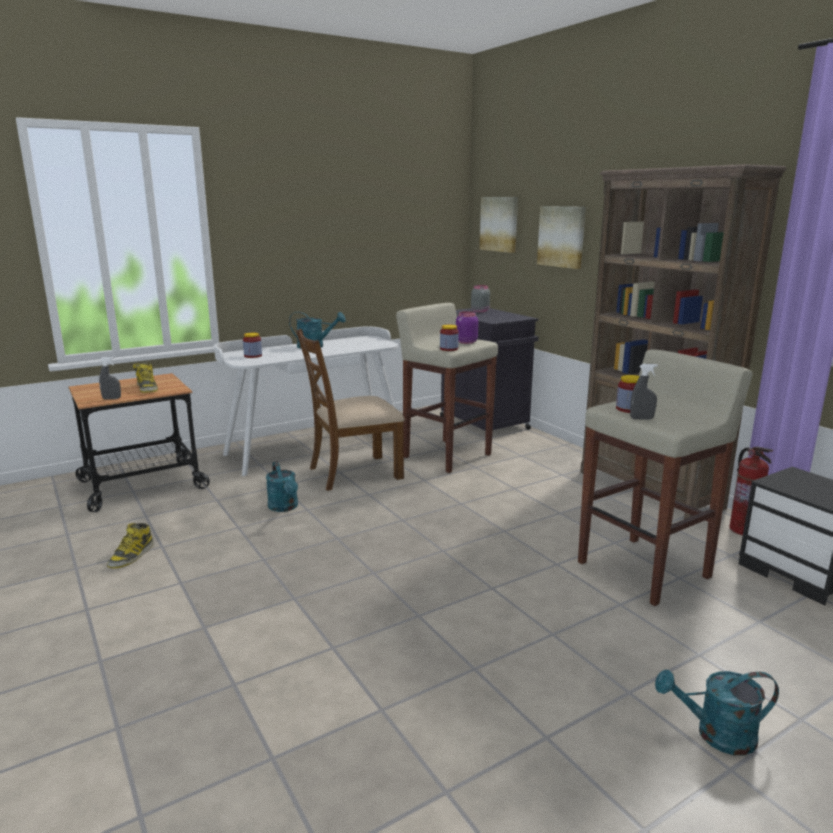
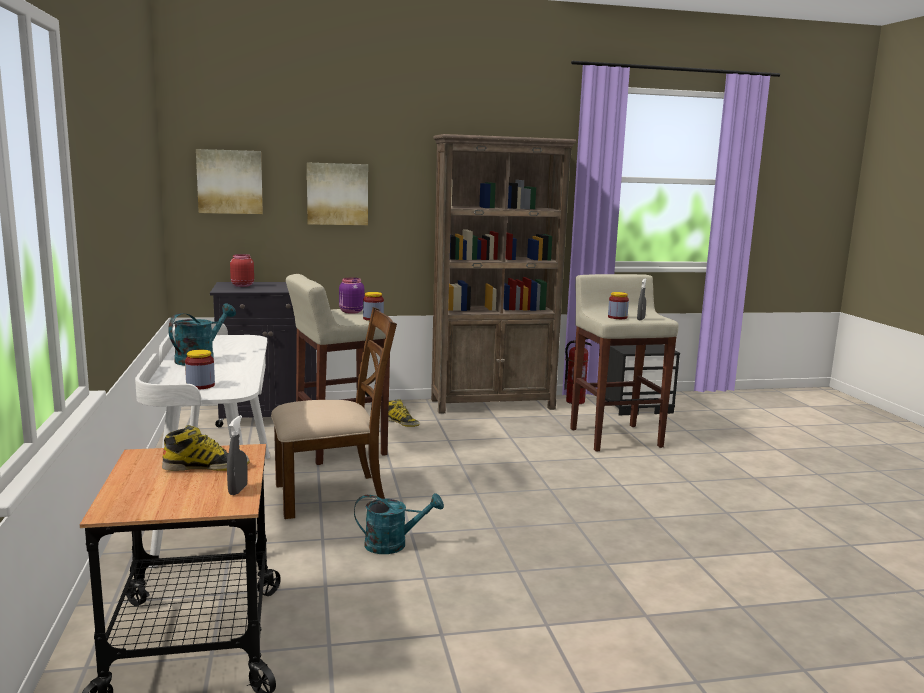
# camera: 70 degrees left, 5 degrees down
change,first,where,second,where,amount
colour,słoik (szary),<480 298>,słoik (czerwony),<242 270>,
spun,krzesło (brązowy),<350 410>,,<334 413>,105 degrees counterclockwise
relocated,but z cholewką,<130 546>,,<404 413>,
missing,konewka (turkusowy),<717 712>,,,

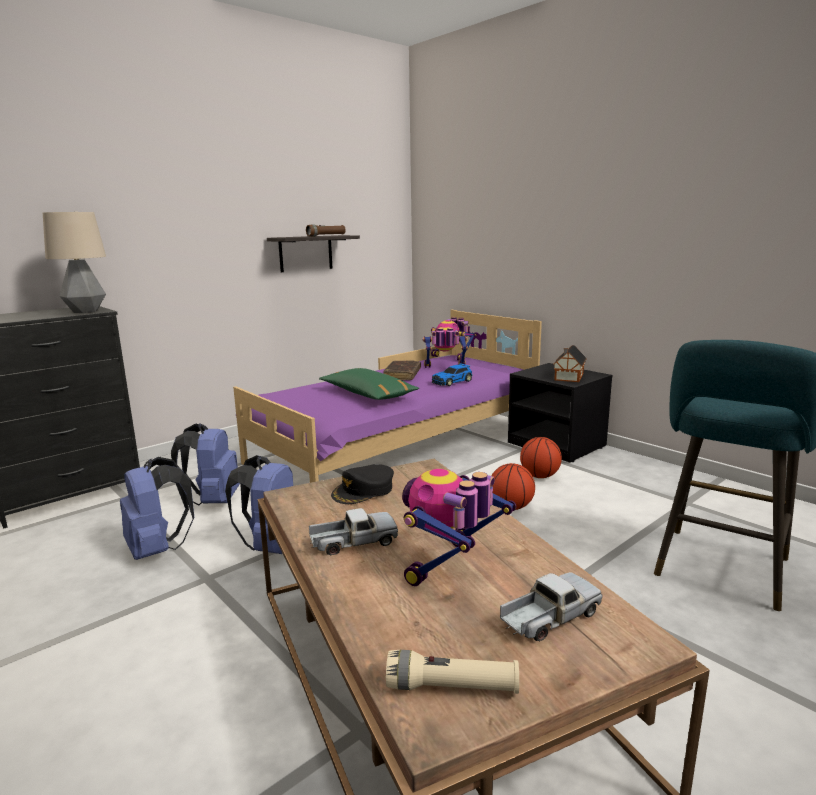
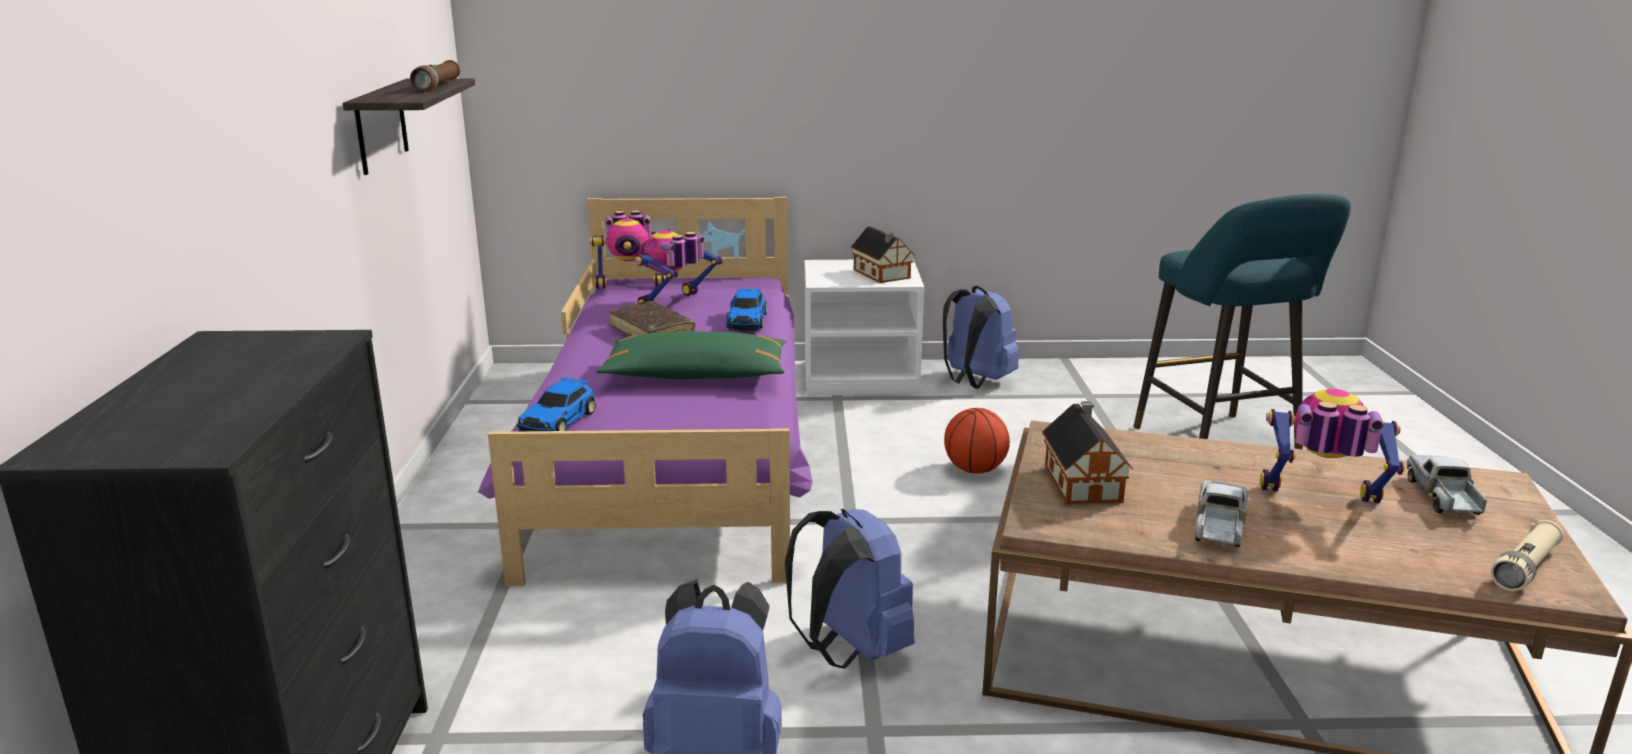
# camera: 50 degrees left, 5 degrees up
change,first,where,second,where,amount
appeared,,,samochodzik,<556 404>,
colour,szafka nocna (czarny),<560 413>,szafka nocna (biały),<864 327>,
relocated,plecak (niebieski),<205 464>,,<981 337>,
exchanged,czapka z daszkiem (czarny),<362 484>,domek,<1087 453>,
spun,robot zabawkowy,<459 527>,,<1332 446>,120 degrees clockwise
missing,lampa stołowa,<74 262>,,,
missing,piłka do koszykówki,<541 457>,,,

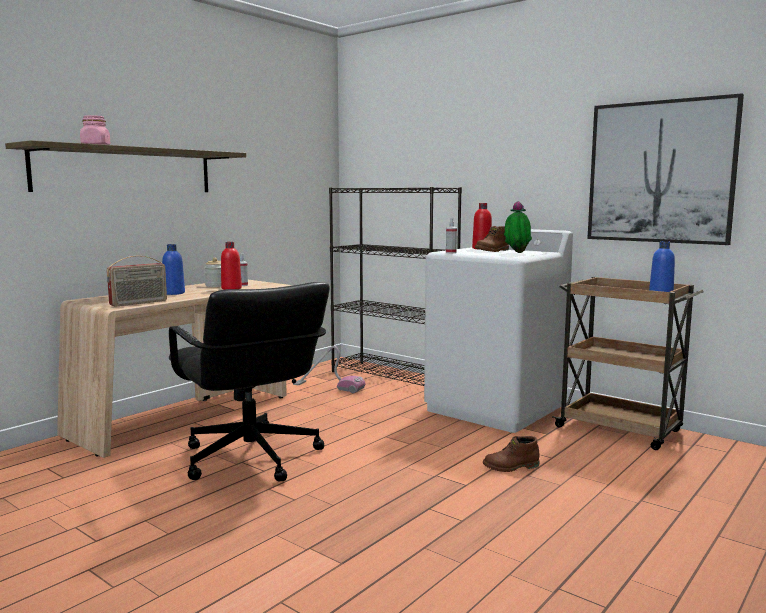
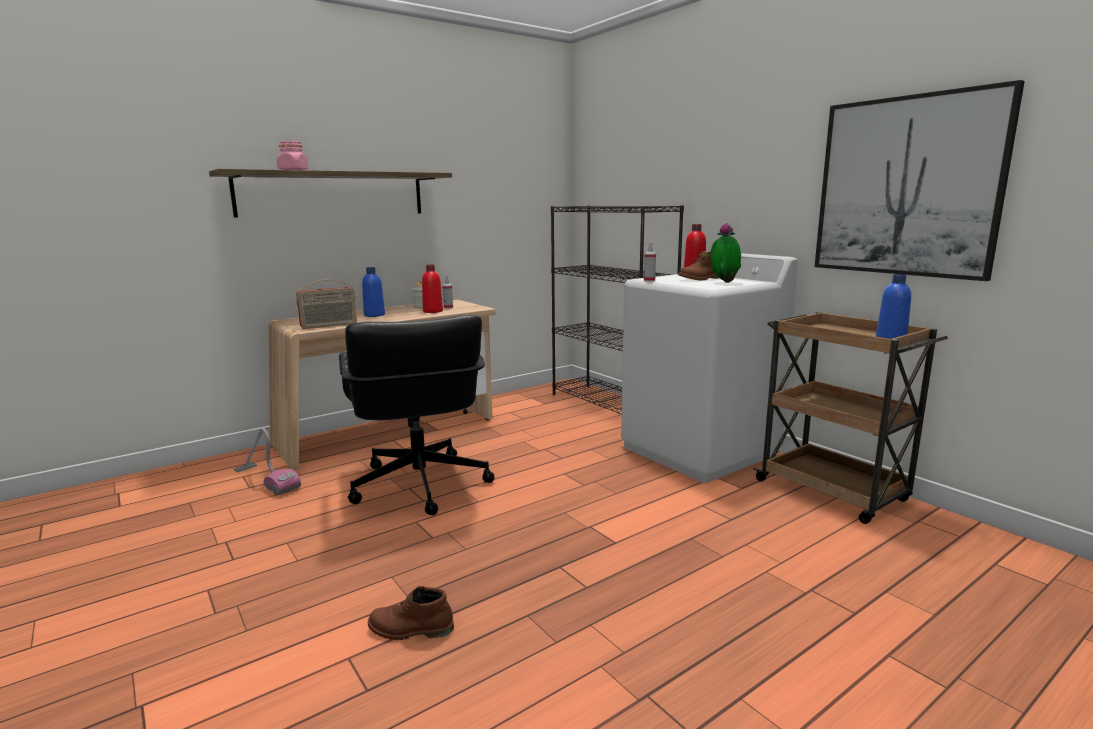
# camera: 15 degrees right, 5 degrees up
change,first,where,second,where,amount
relocated,odkurzacz,<329 369>,,<267 462>,
relocated,but z cholewką (brązowy),<511 454>,,<411 613>,

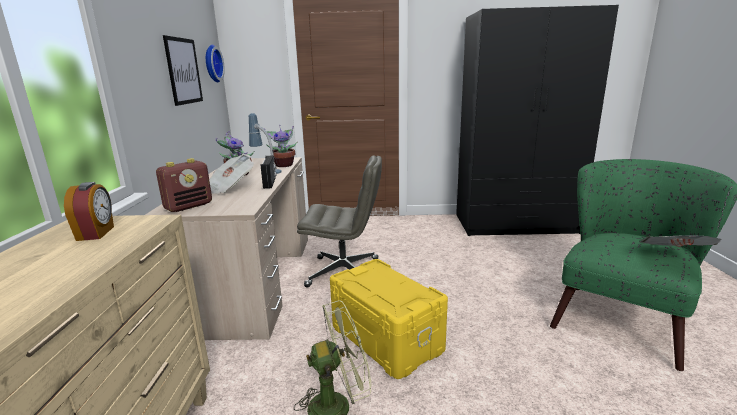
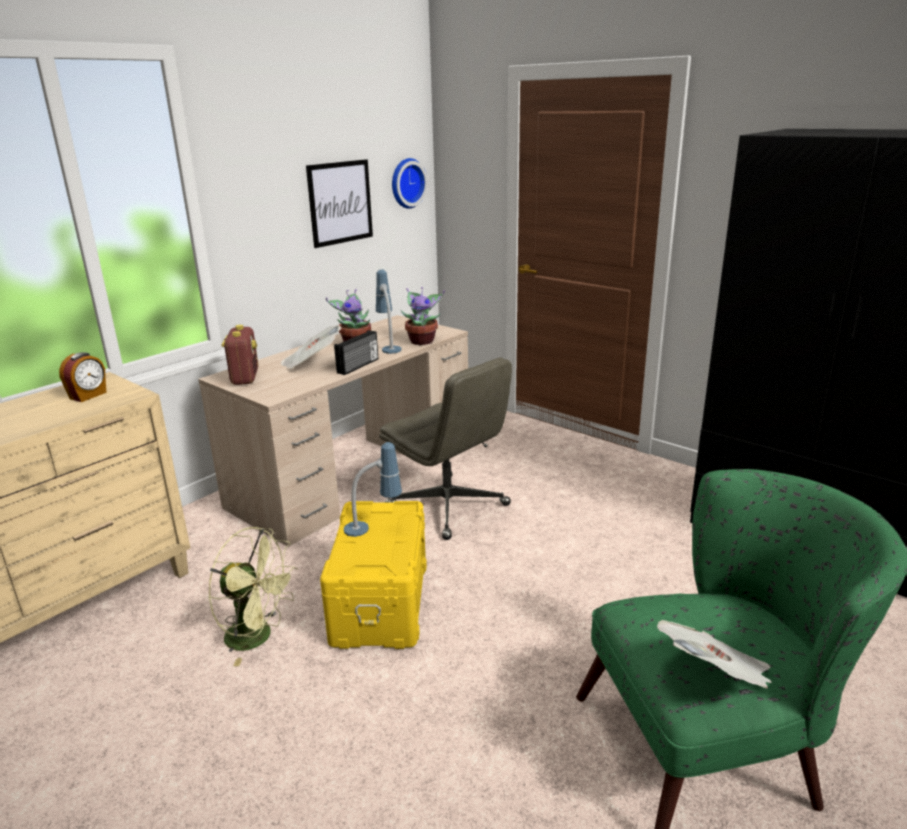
# camera: 40 degrees right, 5 degrees up
change,first,where,second,where,amount
spun,radio,<184 185>,,<239 355>,90 degrees counterclockwise
appeared,,,lampa stołowa,<373 489>,

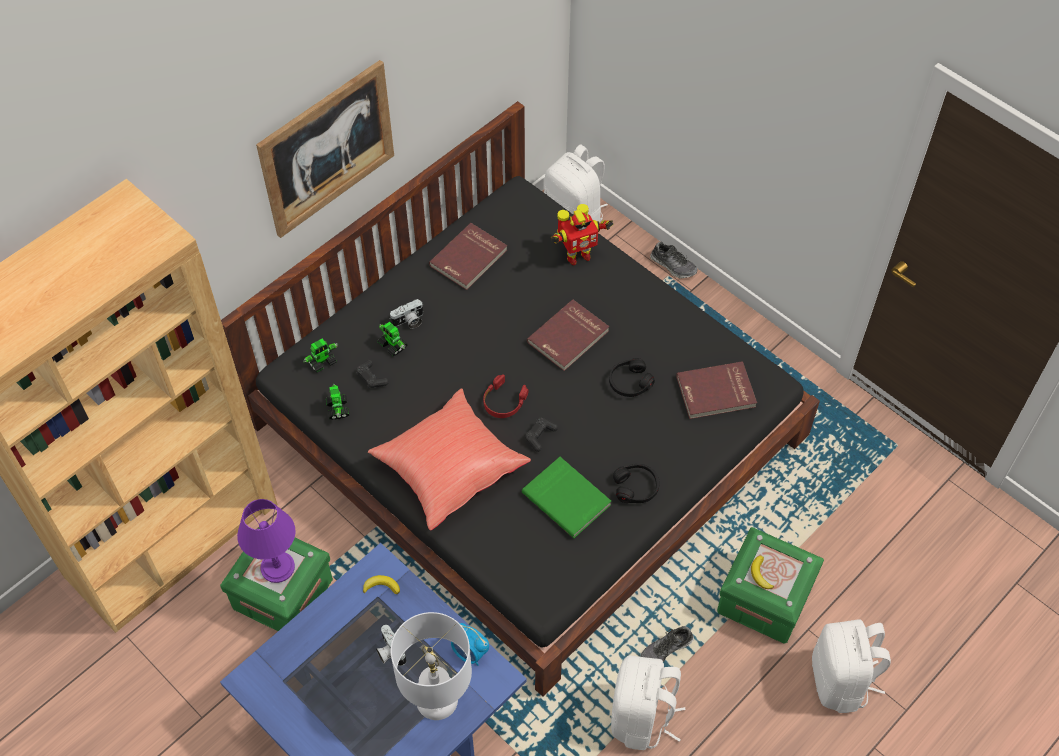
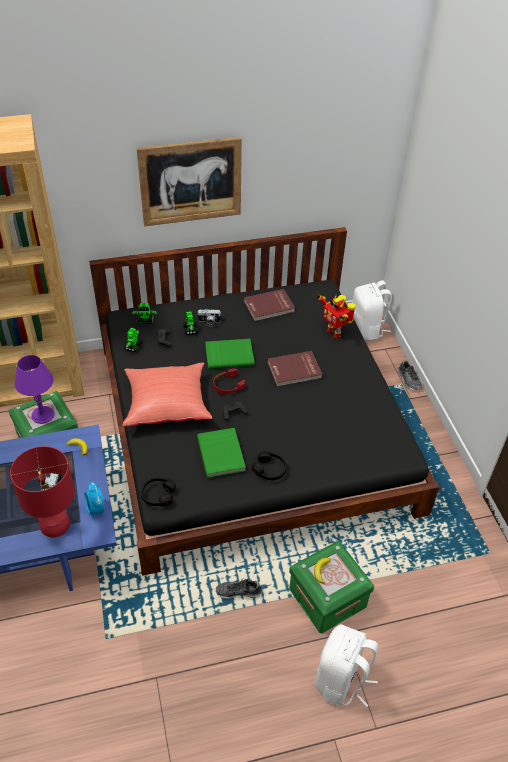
# camera: 30 degrees right, 10 degrees down
change,first,where,second,where,amount
colour,lampa stołowa (biały),<431 666>,lampa stołowa (czerwony),<42 491>,
relocated,słuchawki (czarny),<632 377>,,<158 491>,
appeared,,,książka (zielony),<230 354>,
spun,robot zabawkowy,<581 234>,,<336 316>,45 degrees clockwise
missing,plecak (biały),<648 702>,,,
missing,książka (czerwony),<716 390>,,,

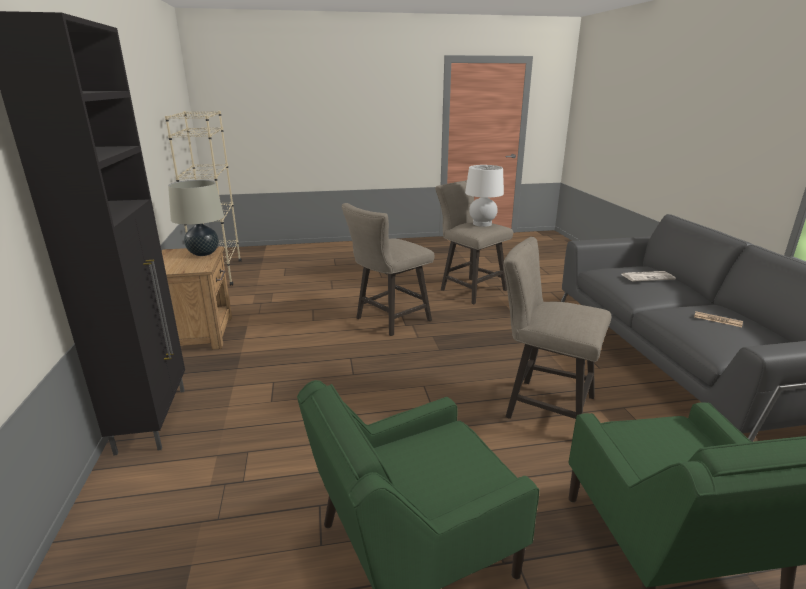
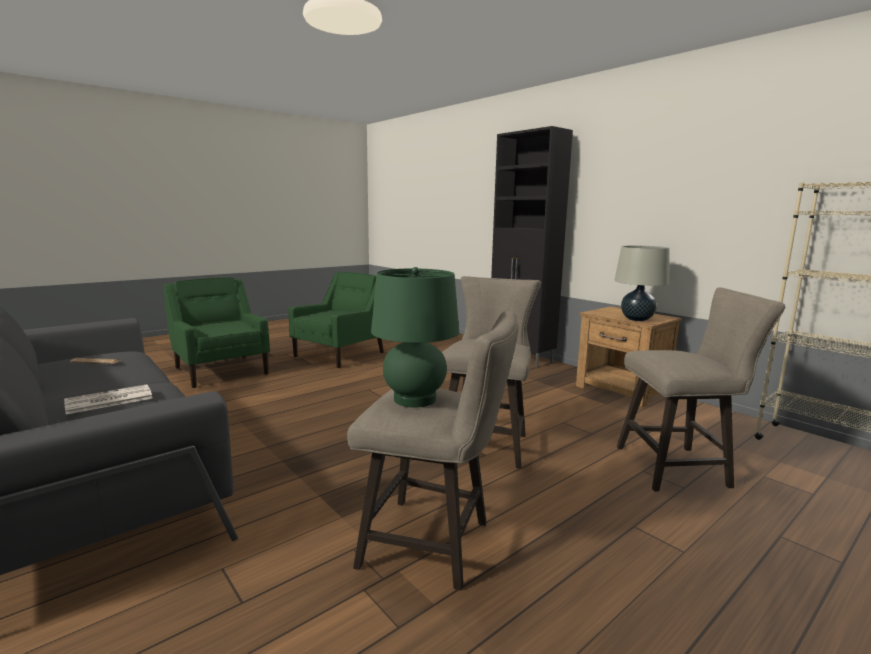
# camera: 150 degrees right, 10 degrees down
change,first,where,second,where,amount
colour,lampa stołowa (biały),<484 196>,lampa stołowa (zielony),<415 337>,
relocated,stołek (beżowy),<557 328>,,<701 389>,

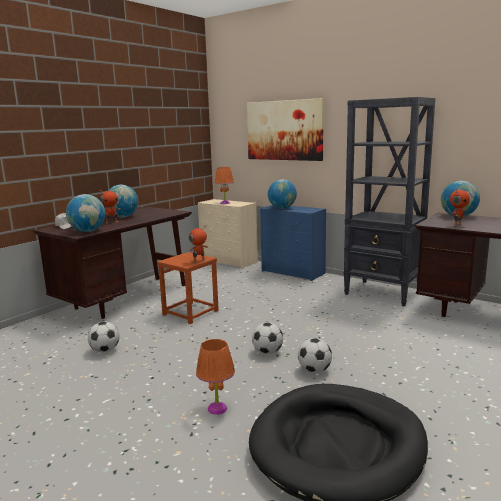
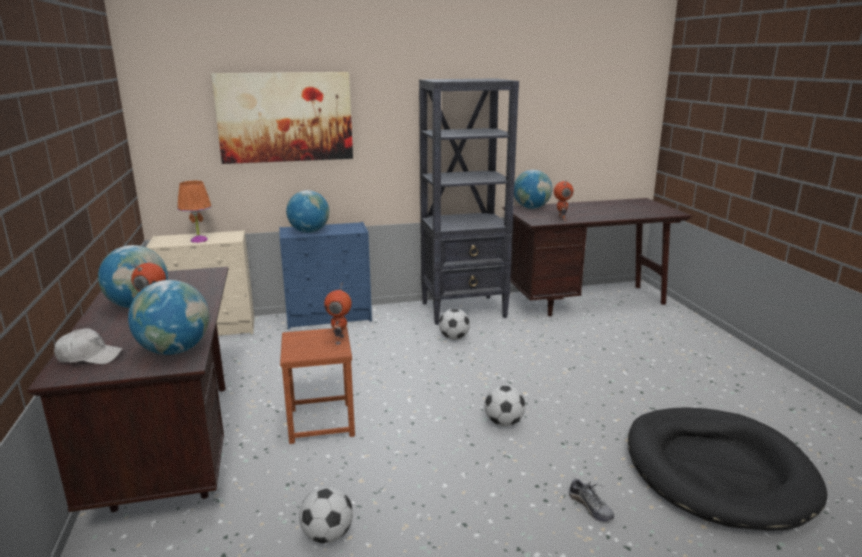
# camera: 50 degrees left, 5 degrees up
change,first,where,second,where,amount
relocated,piłka futbolowa,<315 355>,,<454 324>,
exchanged,lampa stołowa (pomarańczowy),<215 377>,but,<591 500>,

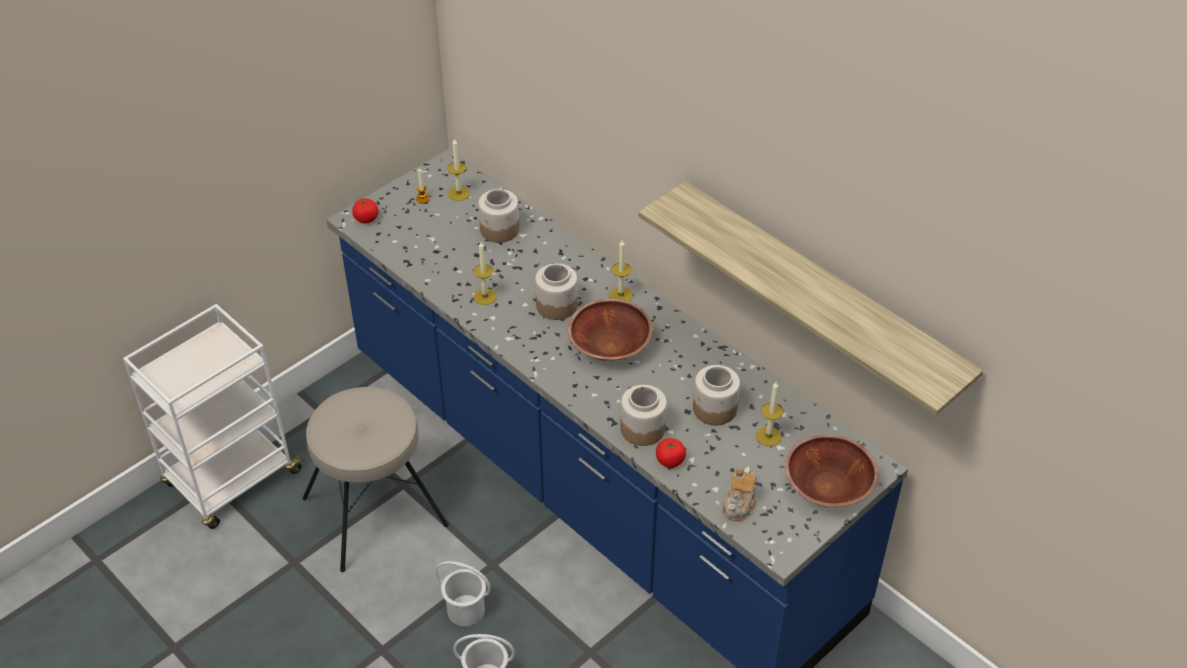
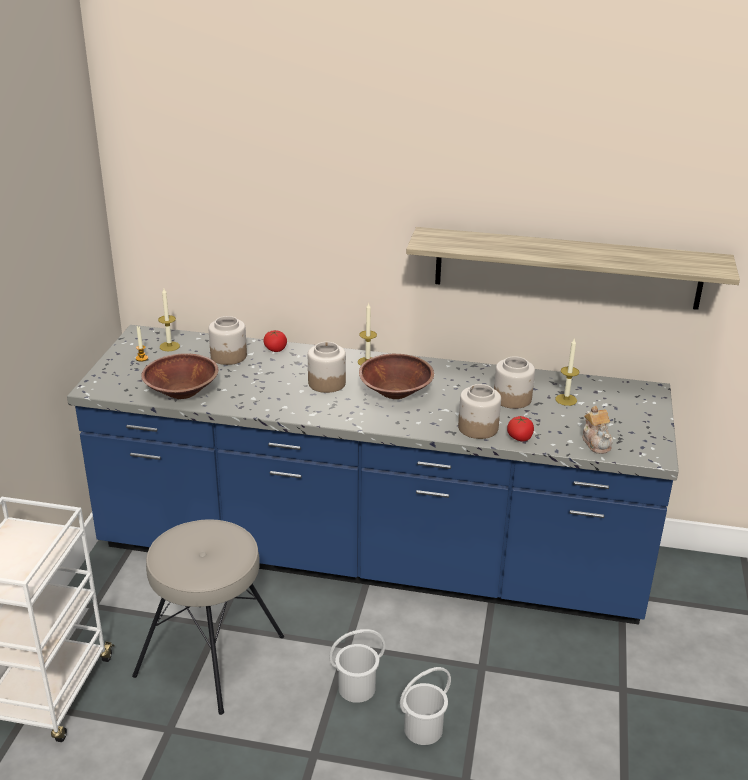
# camera: 35 degrees left, 15 degrees down
change,first,where,second,where,amount
relocated,miska (brązowy),<831 471>,,<179 376>,
relocated,pomidor,<365 211>,,<275 341>,
missing,świeca,<485 273>,,,

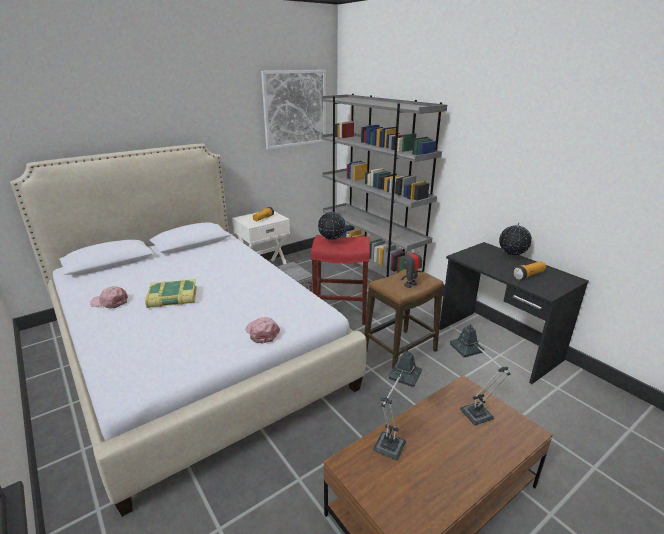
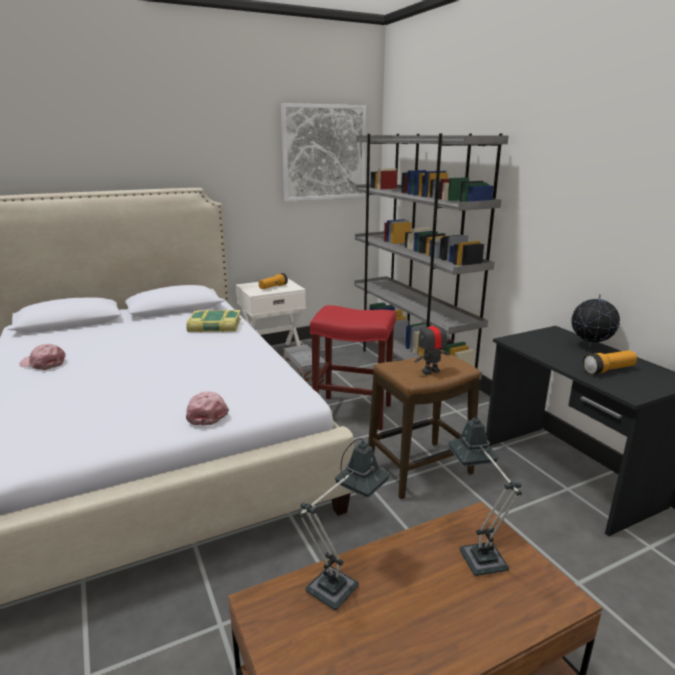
# camera: 10 degrees right, 5 degrees down
change,first,where,second,where,amount
relocated,książka,<171 293>,,<213 321>,
missing,globus,<332 226>,,,

